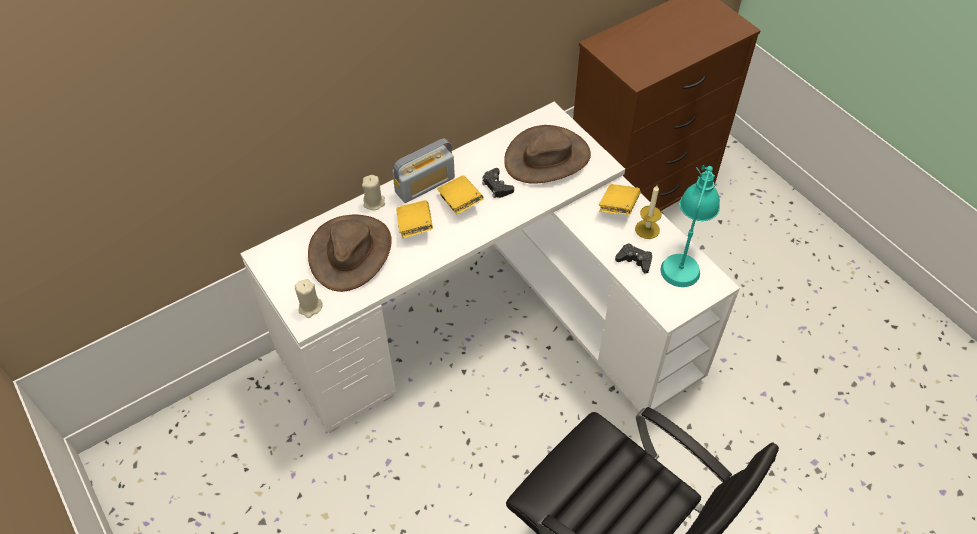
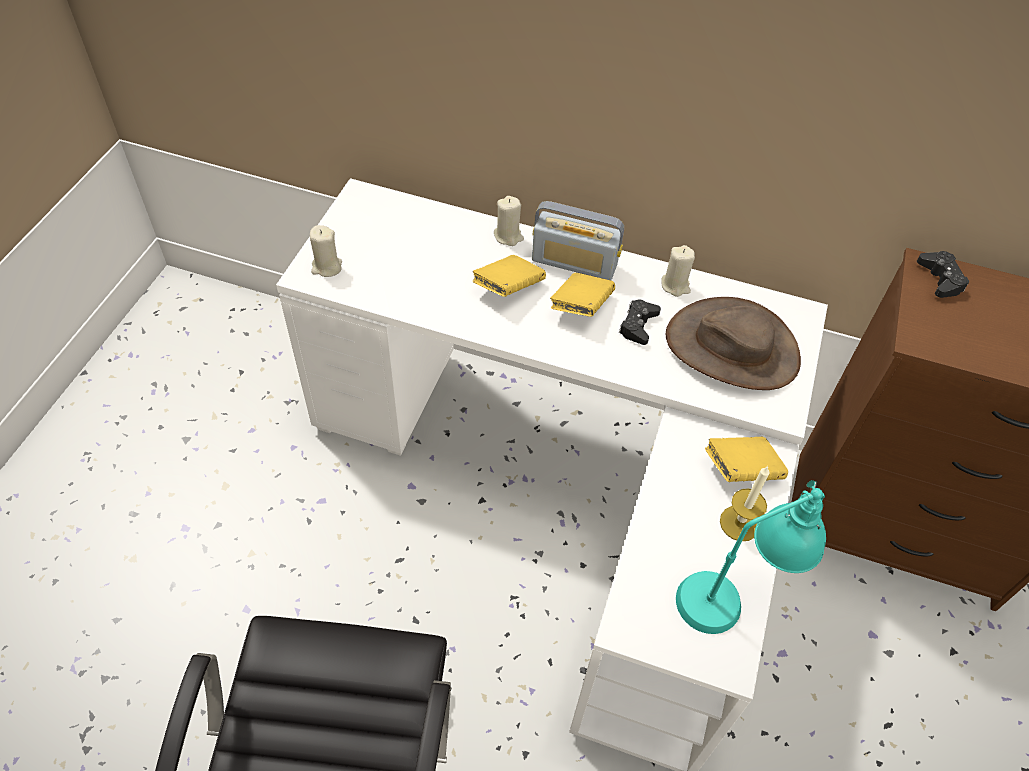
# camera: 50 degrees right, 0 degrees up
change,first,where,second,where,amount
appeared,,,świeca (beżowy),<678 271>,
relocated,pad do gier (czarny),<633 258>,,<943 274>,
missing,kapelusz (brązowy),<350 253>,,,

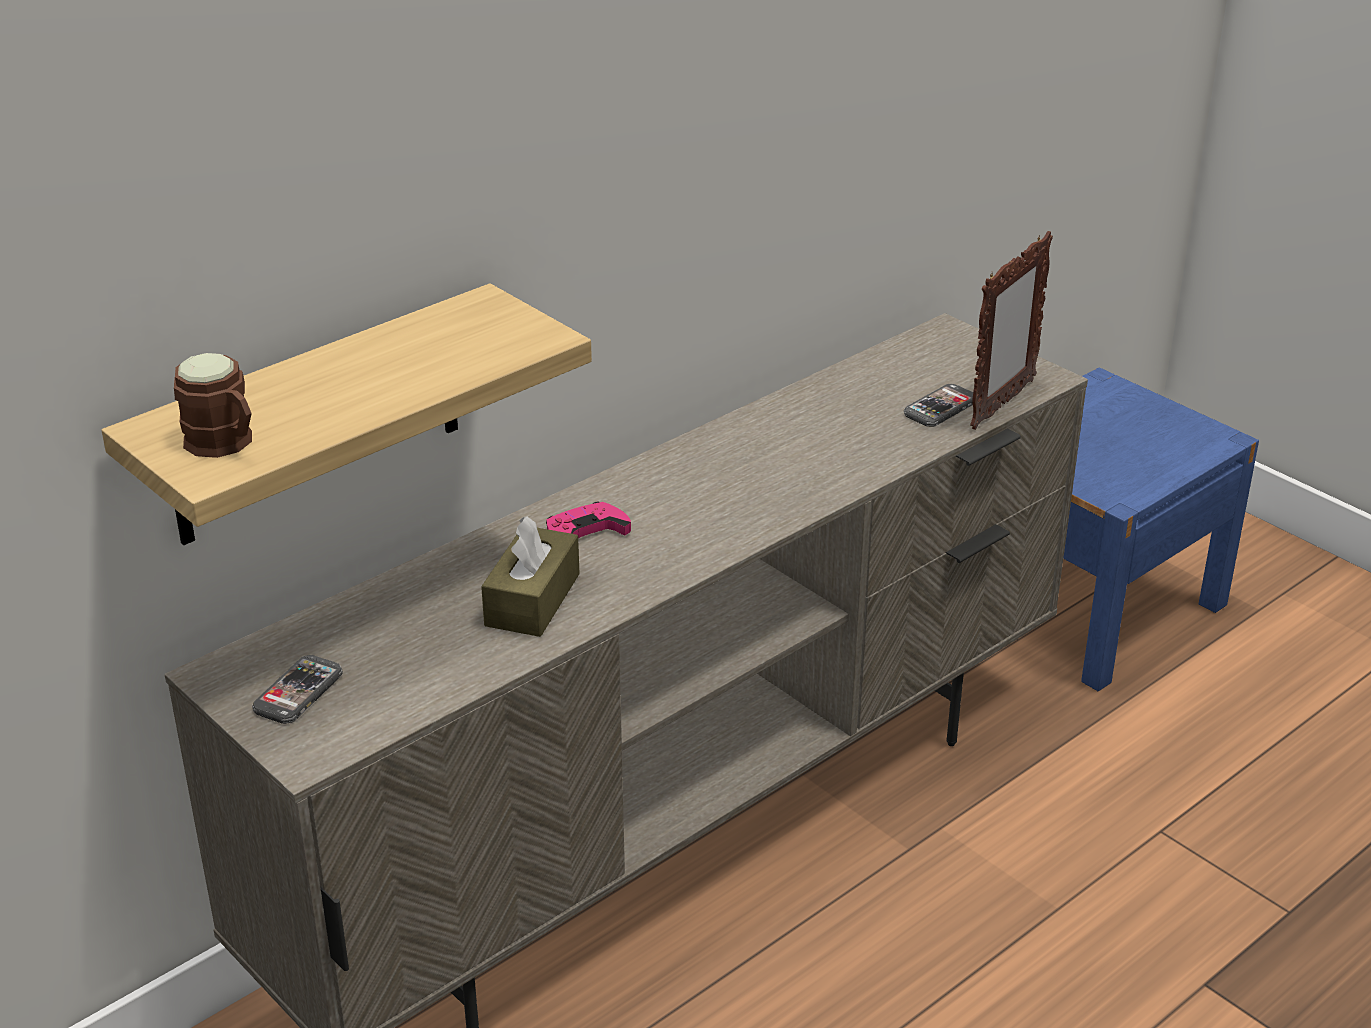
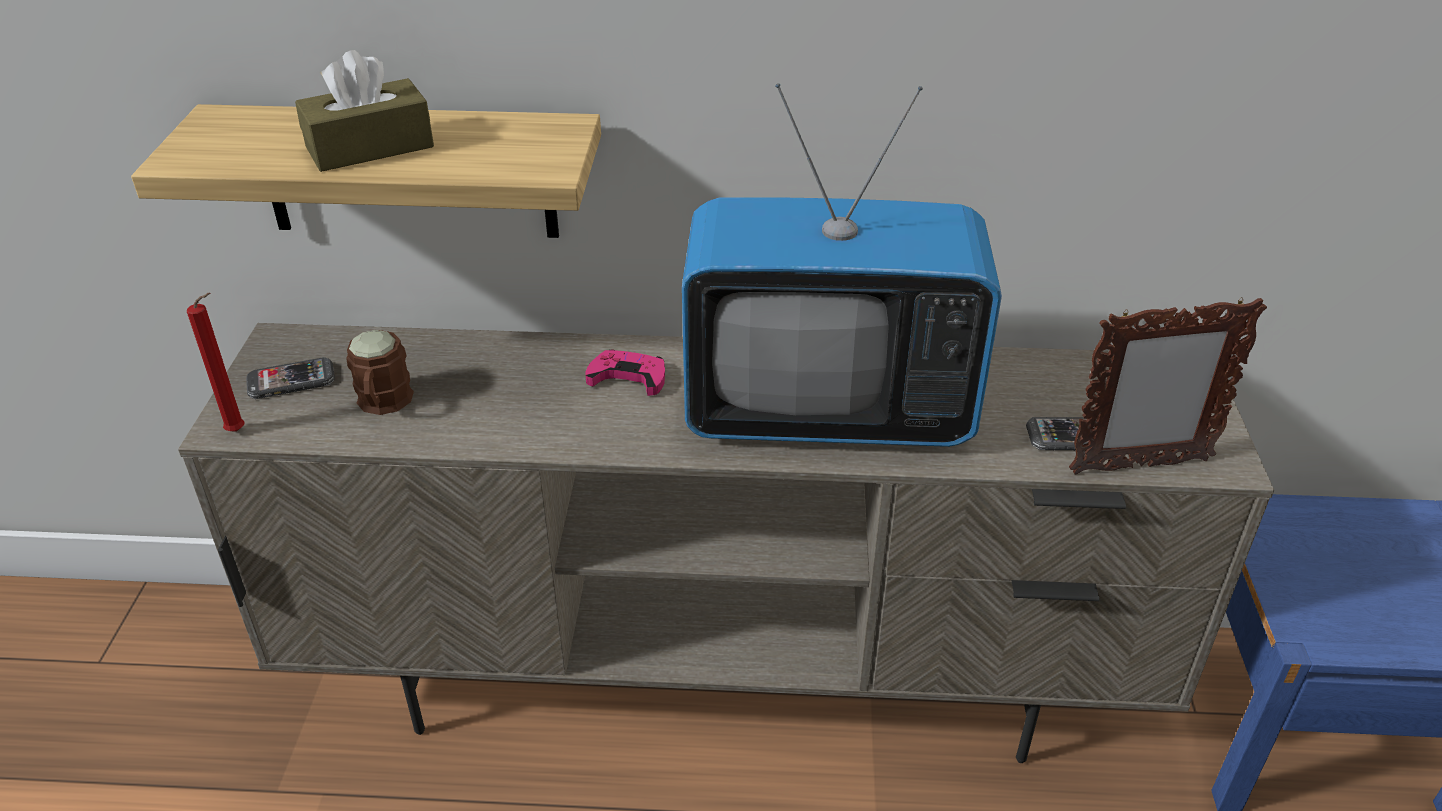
# camera: 45 degrees right, 5 degrees up
change,first,where,second,where,amount
appeared,,,świeca (czerwony),<216 362>,
relocated,pudełko chusteczek (brązowy),<530 577>,,<364 111>,
relocated,kubek (brązowy),<213 405>,,<380 372>,
appeared,,,telewizor,<842 265>,

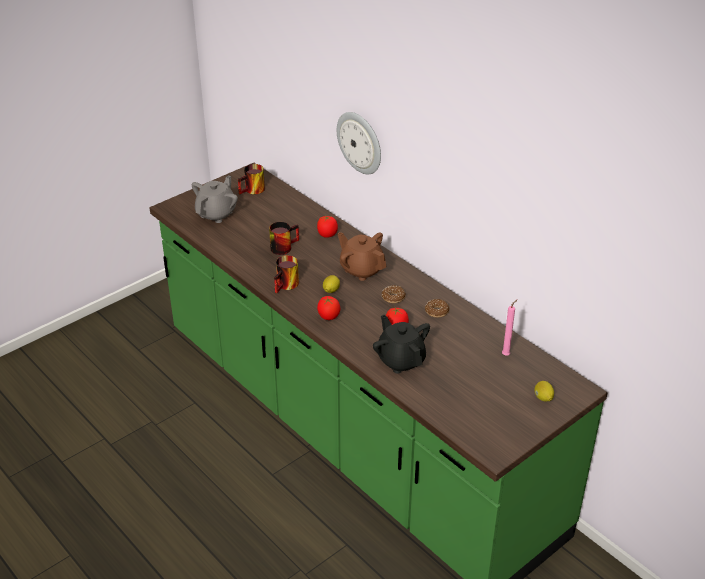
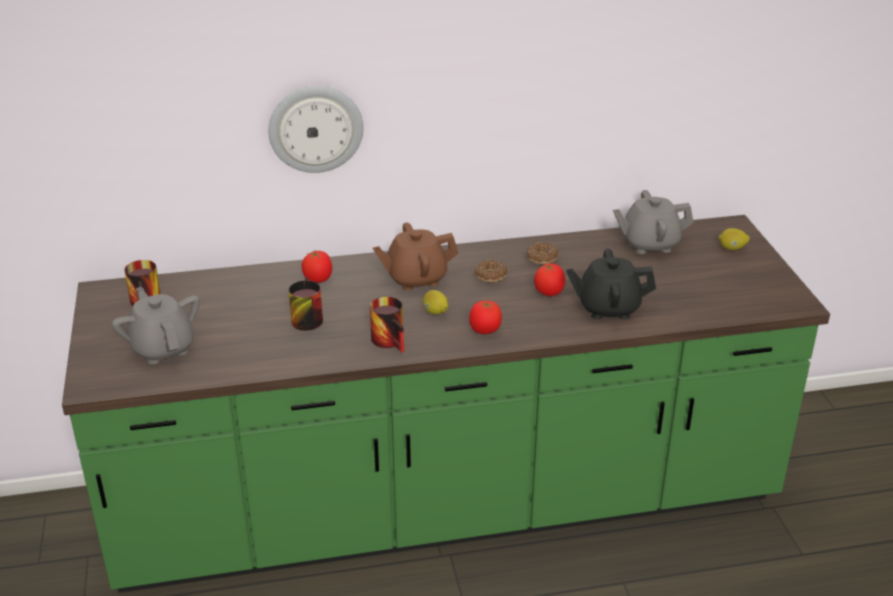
# camera: 60 degrees left, 5 degrees down
change,first,where,second,where,amount
exchanged,świeca (różowy),<509 328>,imbryk (szary),<653 222>,

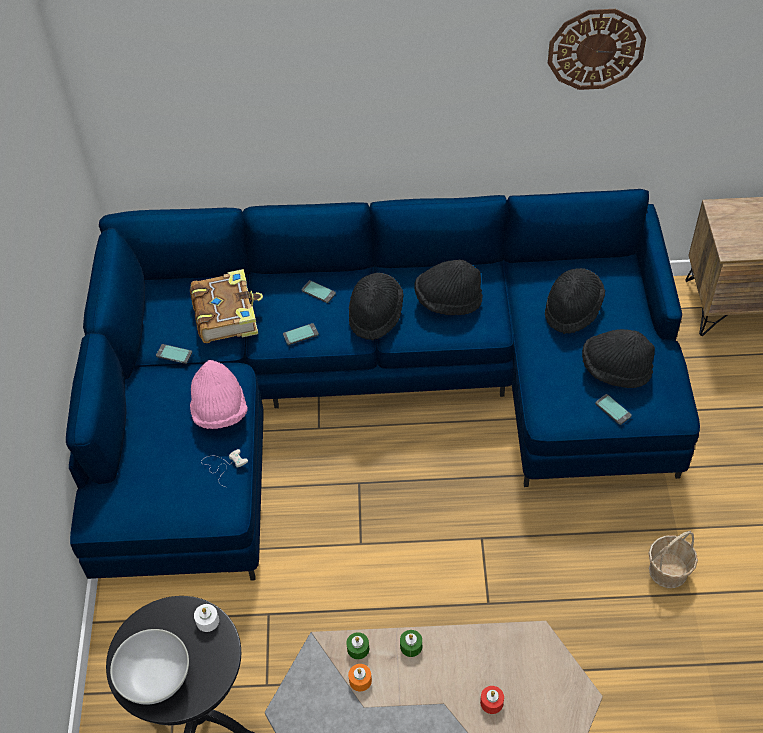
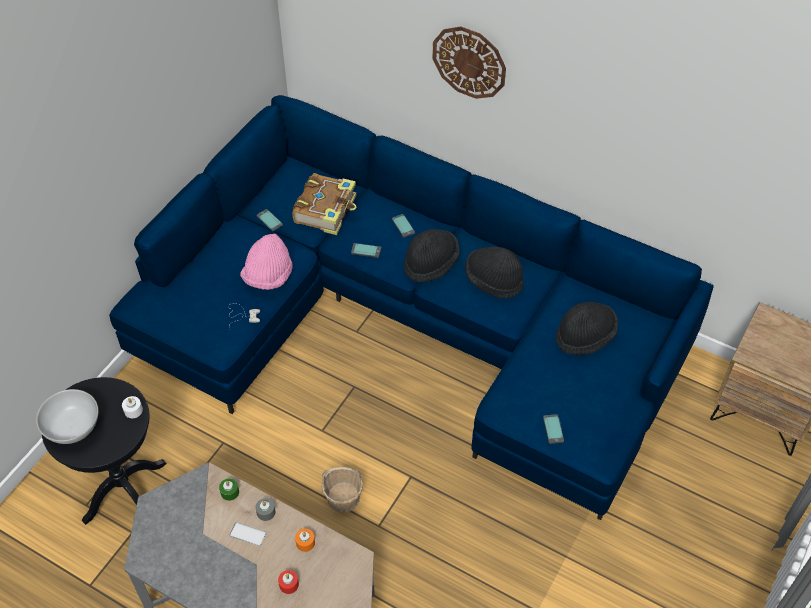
# camera: 30 degrees right, 0 degrees up
change,first,where,second,where,amount
appeared,,,telefon,<247 534>,
colour,świeca (zielony),<411 643>,świeca (szary),<265 509>,
relocated,świeca (pomarańczowy),<360 678>,,<305 540>,
relocated,koszyk,<673 559>,,<342 490>,
relocated,zegar ścienny,<597 49>,,<469 62>,
missing,kapelusz (czarny),<618 358>,,,

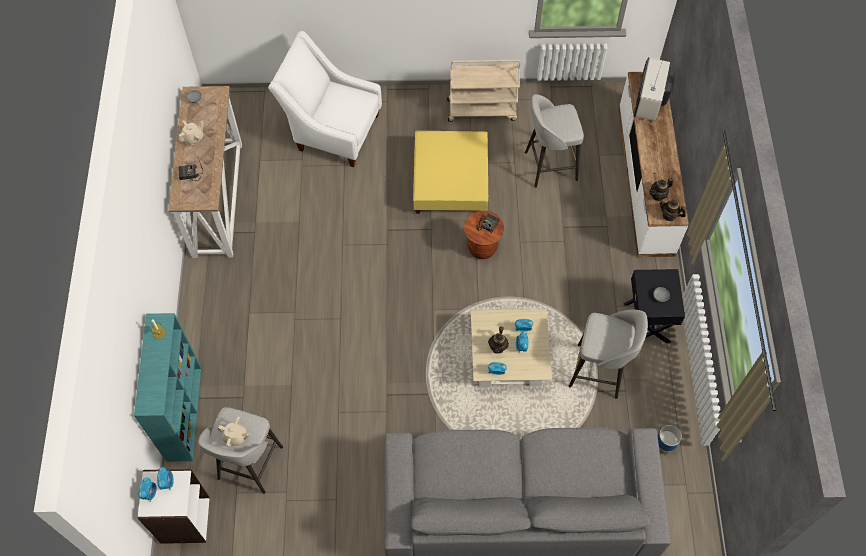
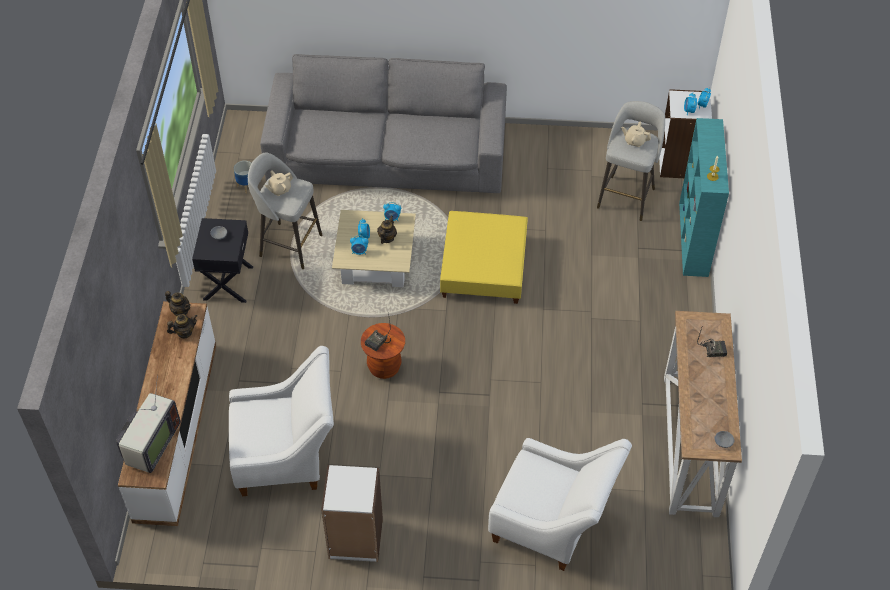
# camera: 175 degrees left, 10 degrees down
change,first,where,second,where,amount
exchanged,stołek (szary),<554 141>,fotel (biały),<281 421>,
relocated,imbryk (beżowy),<191 132>,,<279 183>,
exchanged,wózek (beżowy),<483 91>,regał (biały),<352 513>,
relocated,pufa (żółty),<450 172>,,<484 257>,

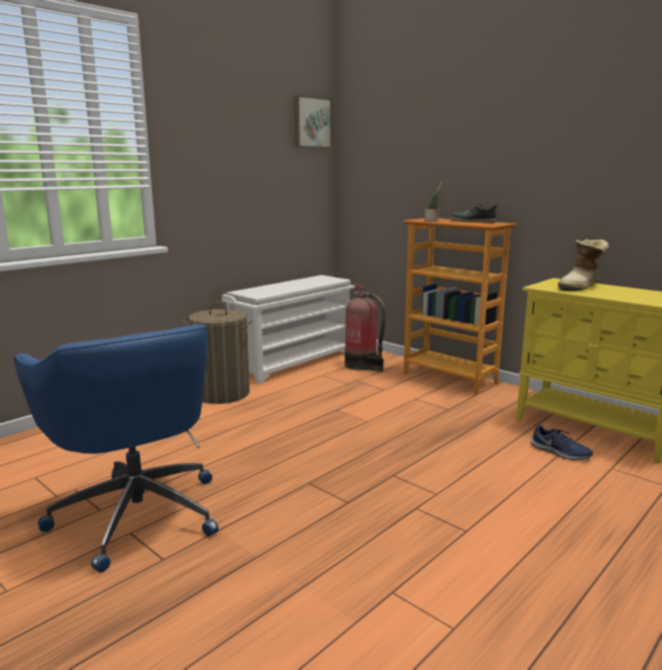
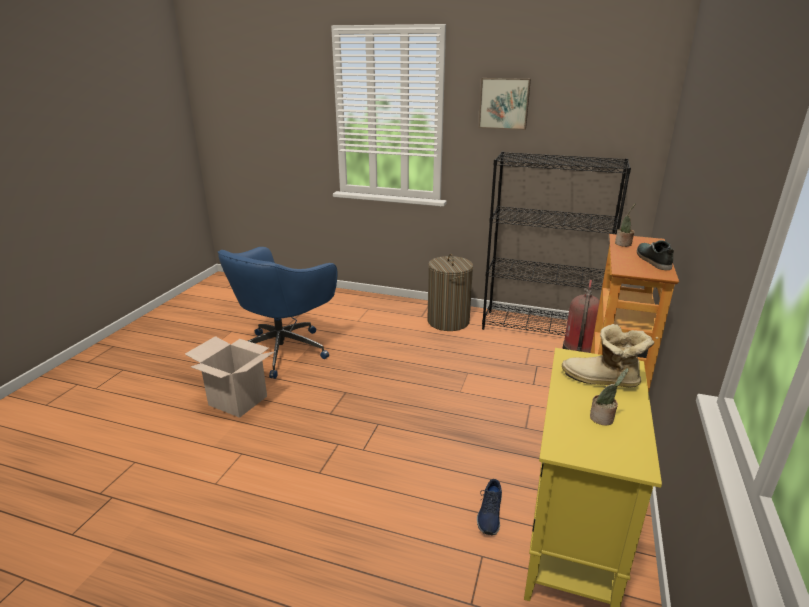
# camera: 65 degrees right, 10 degrees up
change,first,where,second,where,amount
appeared,,,karton,<230 377>,
relocated,obraz,<313 121>,,<505 104>,
exchanged,regał na buty (biały),<288 329>,regał (czarny),<556 244>,
appeared,,,roślina doniczkowa,<609 396>,

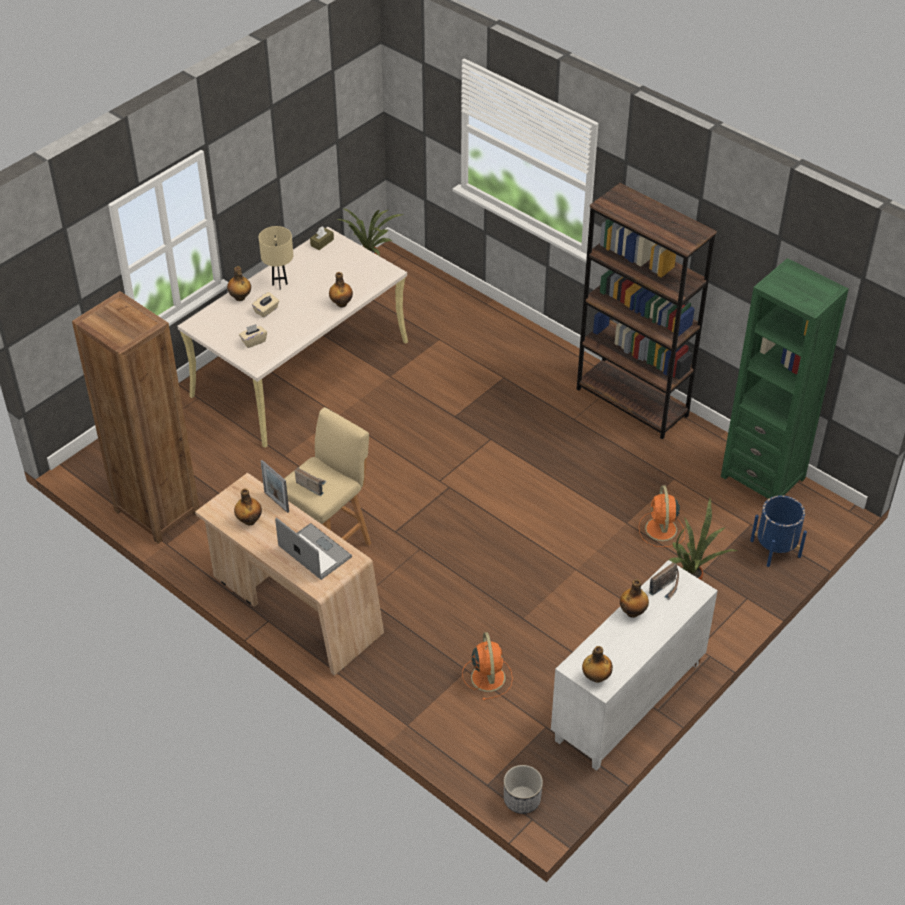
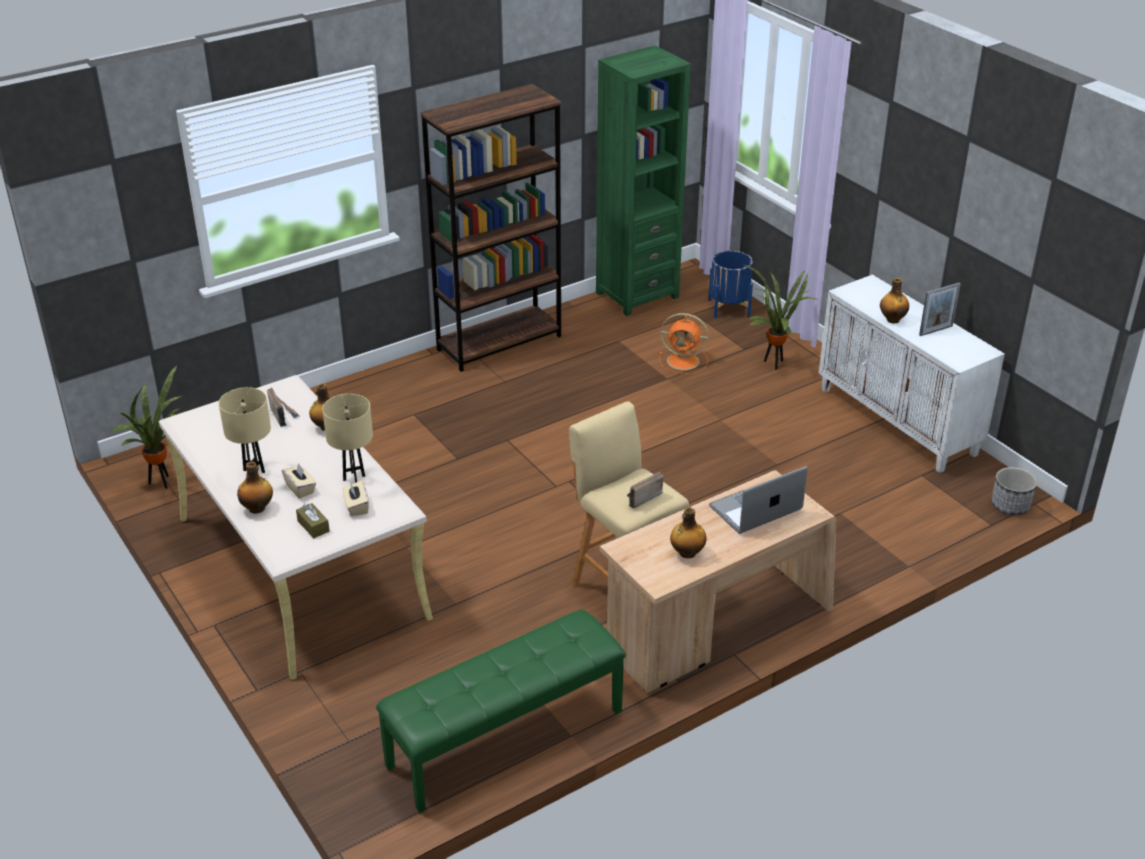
# camera: 75 degrees left, 10 degrees down
change,first,where,second,where,amount
relocated,radio,<664 581>,,<283 407>,
relocated,pudełko chusteczek (brązowy),<322 238>,,<313 520>,
appeared,,,lampa stołowa (beżowy),<347 438>,
exchanged,regał (brązowy),<135 417>,ławka (zielony),<501 711>,
relocated,ramka na zdjęcie,<275 486>,,<940 309>,
missing,wentylator (pomarańczowy),<487 666>,,,
missing,butelka,<597 664>,,,

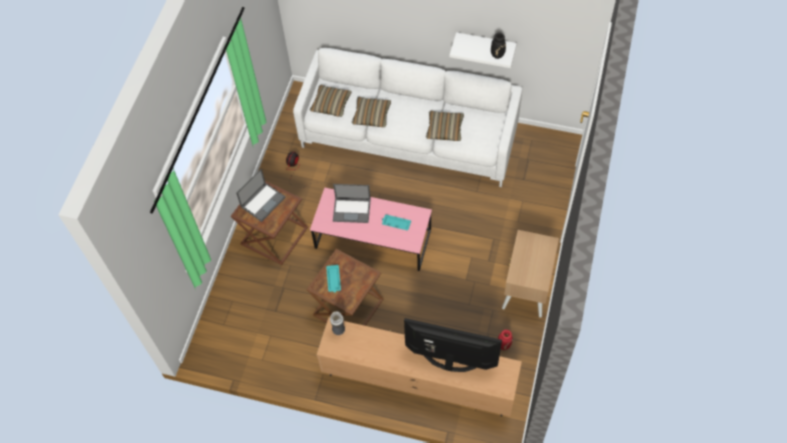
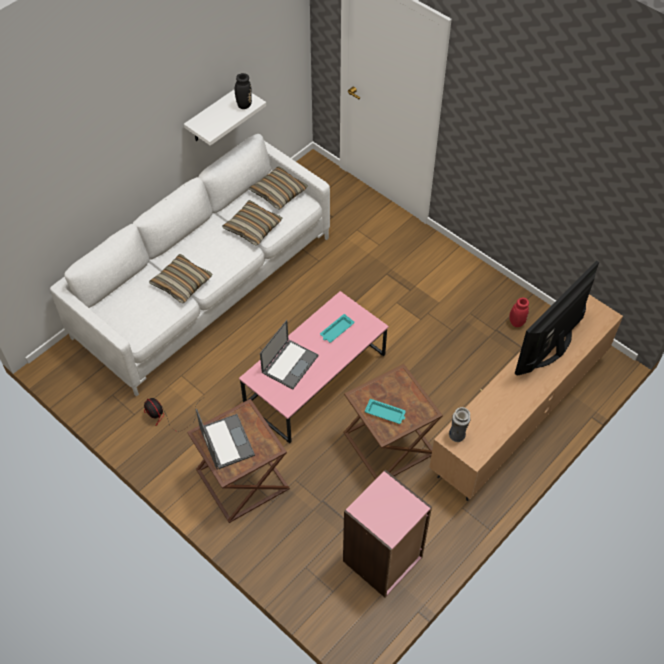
# camera: 65 degrees left, 5 degrees down
change,first,where,second,where,amount
relocated,poduszka,<331 101>,,<278 188>,
appeared,,,regał (różowy),<387 534>,
missing,szafka nocna (beżowy),<530 274>,,,

